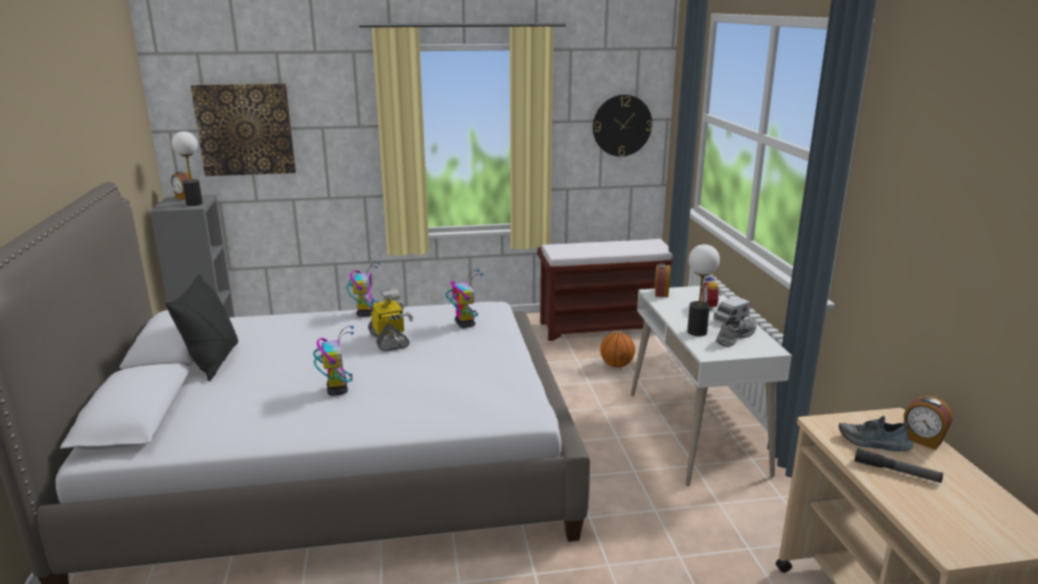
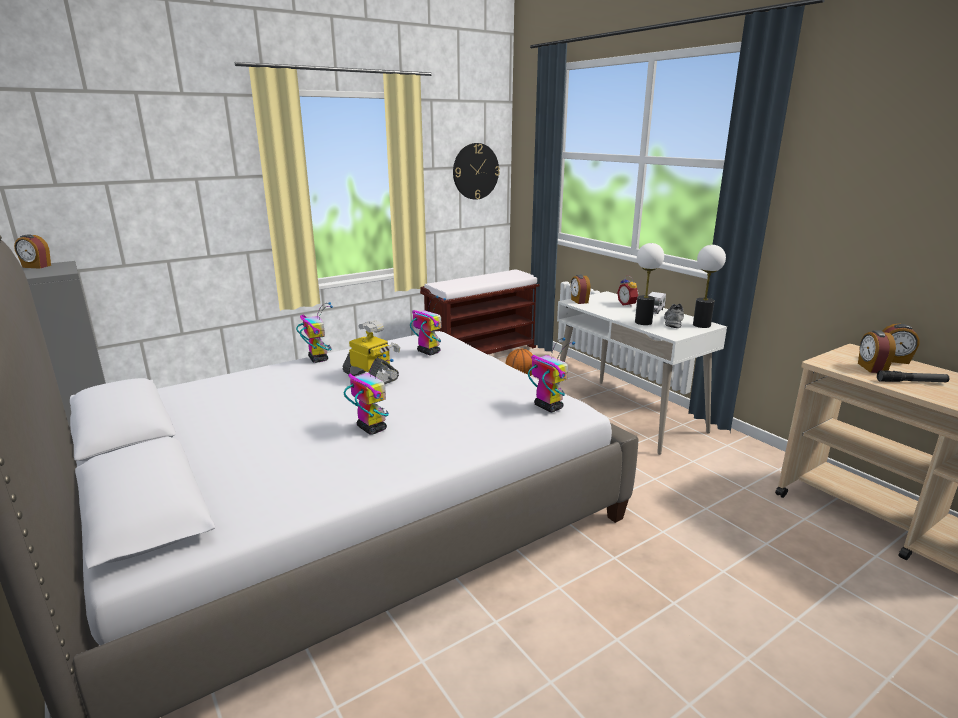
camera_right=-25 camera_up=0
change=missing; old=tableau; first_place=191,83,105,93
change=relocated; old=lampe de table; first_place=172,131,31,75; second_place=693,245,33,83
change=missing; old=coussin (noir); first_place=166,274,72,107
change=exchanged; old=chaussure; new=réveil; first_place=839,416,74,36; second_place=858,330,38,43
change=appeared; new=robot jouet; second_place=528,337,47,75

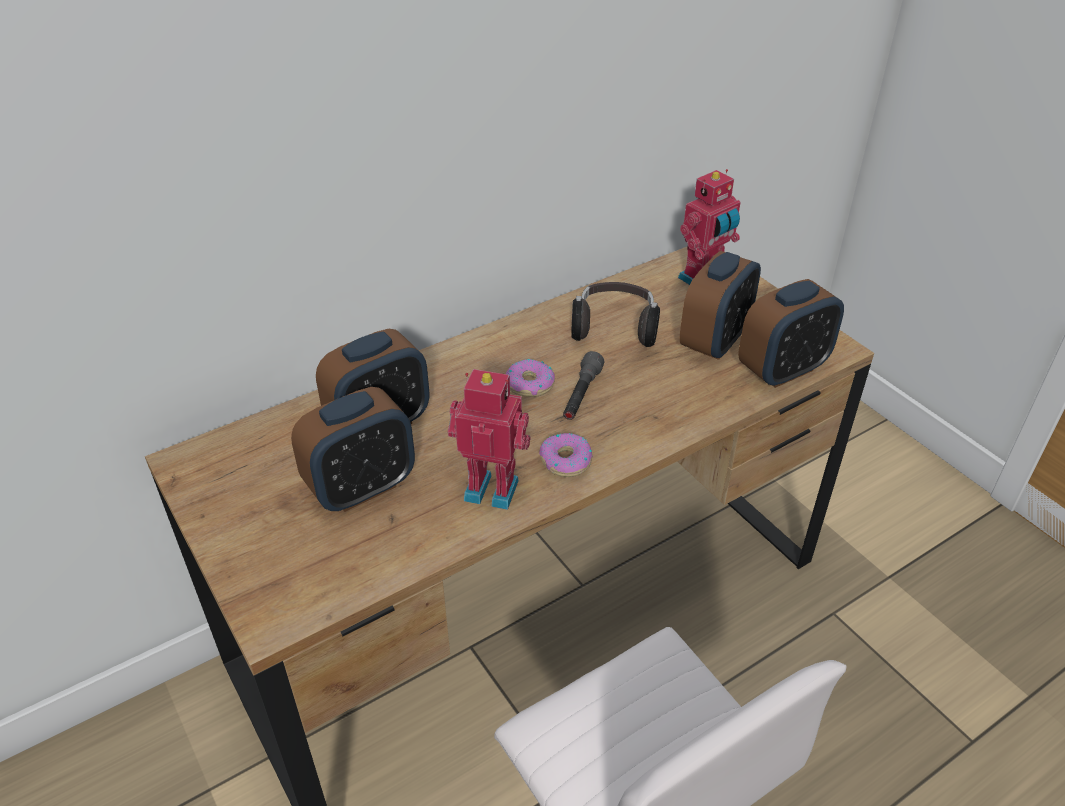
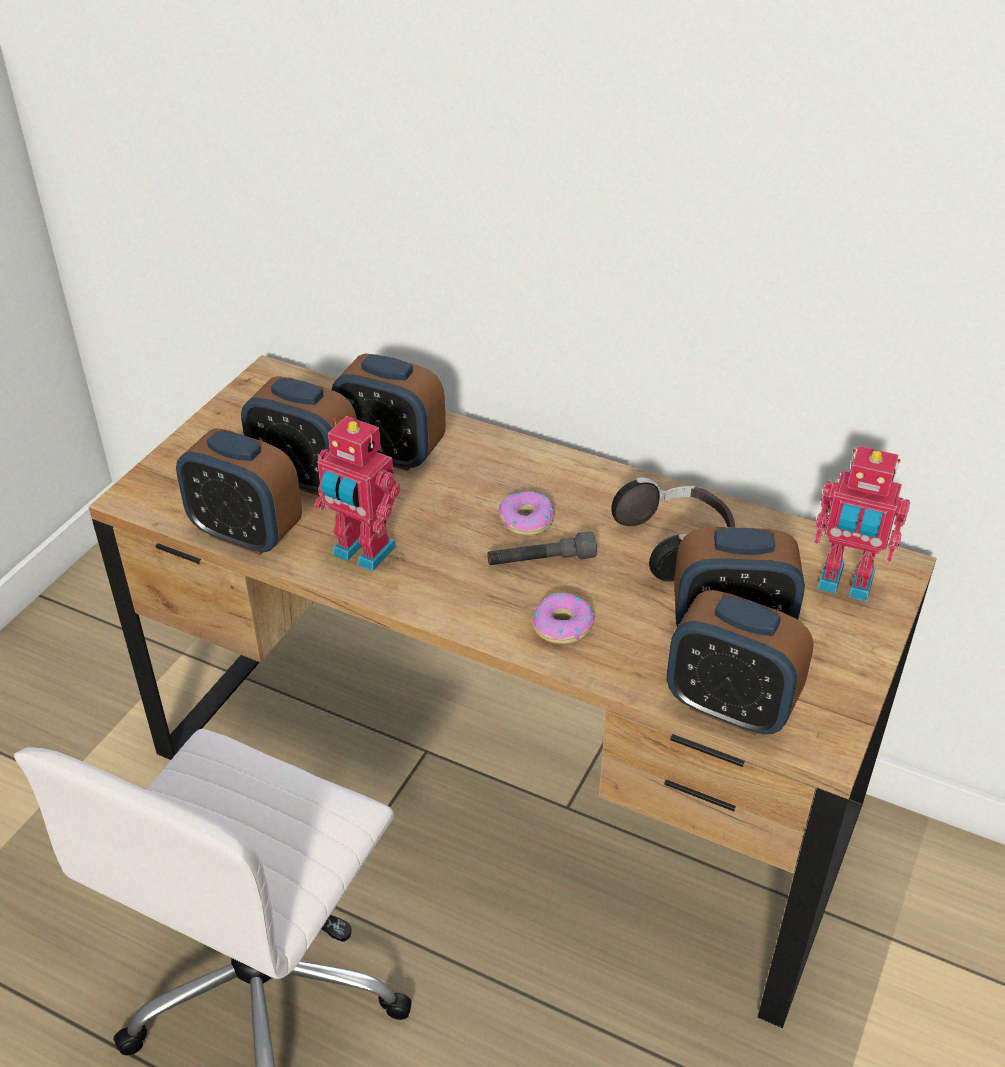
camera_right=60 camera_up=0
change=spun; old=robot jouet; first_place=448,369,83,141; second_place=315,416,85,155; degrees=135
change=relocated; old=beignet; first_place=539,433,54,44; second_place=533,593,62,51
change=appeared; new=réveil; second_place=176,428,126,127

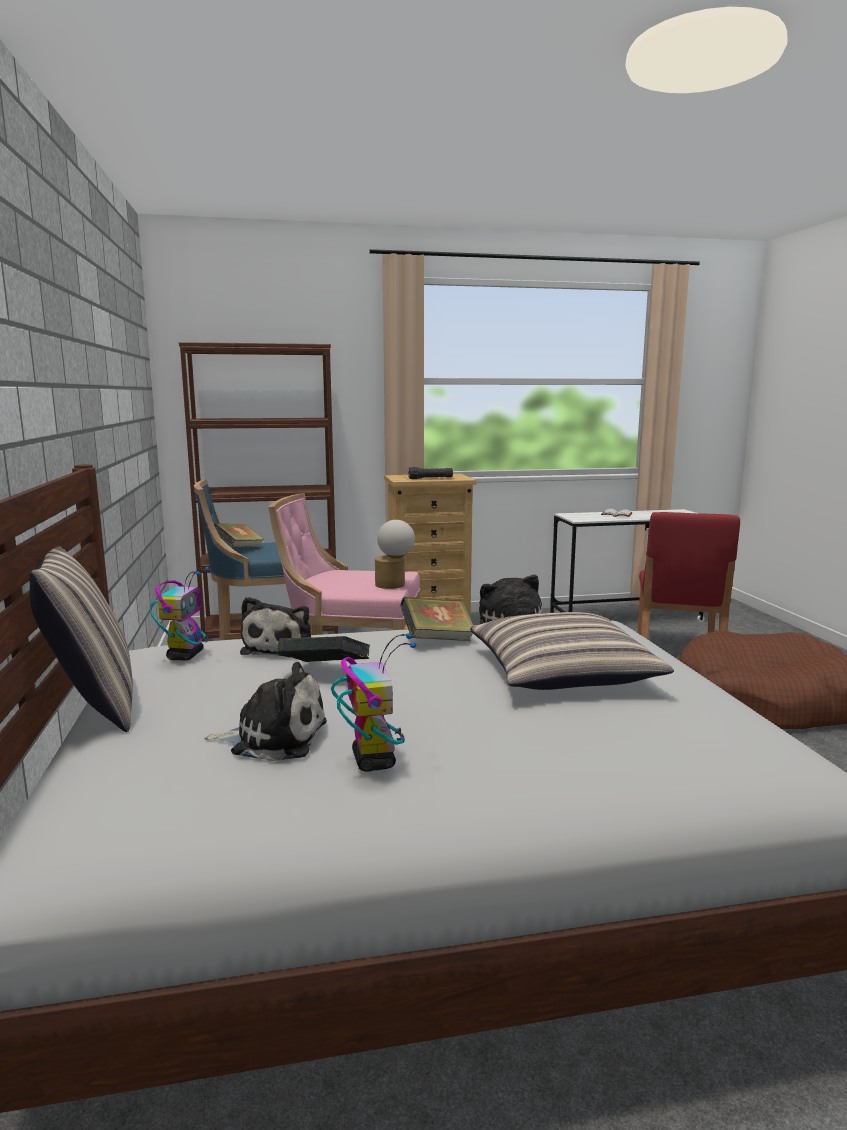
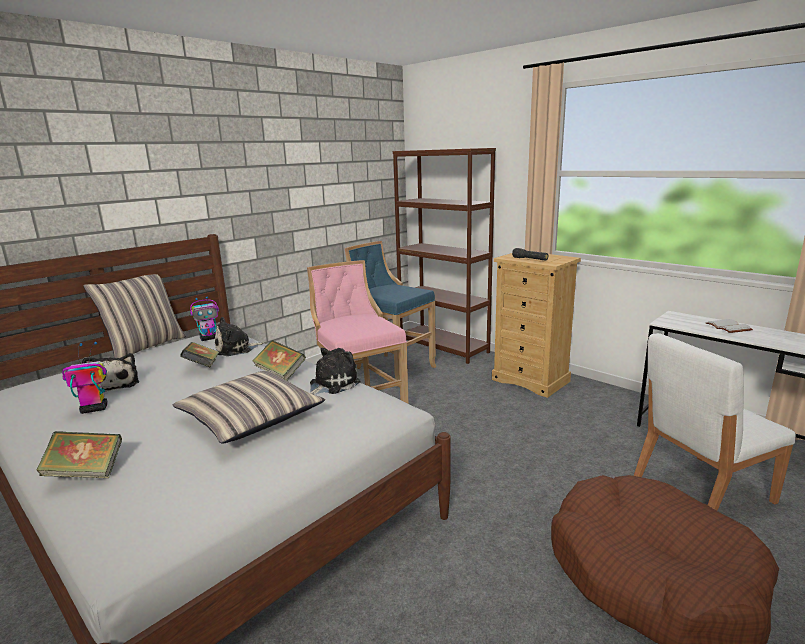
camera_right=55 camera_up=5
change=colour; old=chaise (rouge); new=chaise (blanc); first_place=637,512,103,127; second_place=634,333,162,178
change=missing; old=lampe de table; first_place=375,520,40,69
change=relocated; old=livre; first_place=214,523,50,24; second_place=36,431,86,47
change=spun; old=robot jouet; first_place=331,633,86,138; second_place=62,342,46,72; degrees=-150

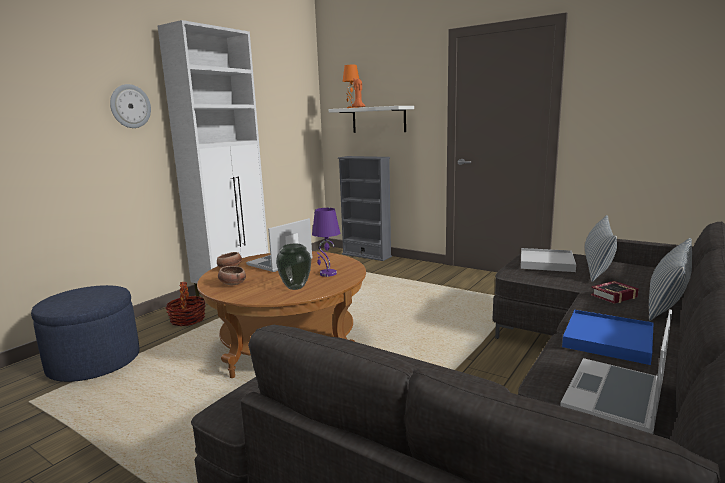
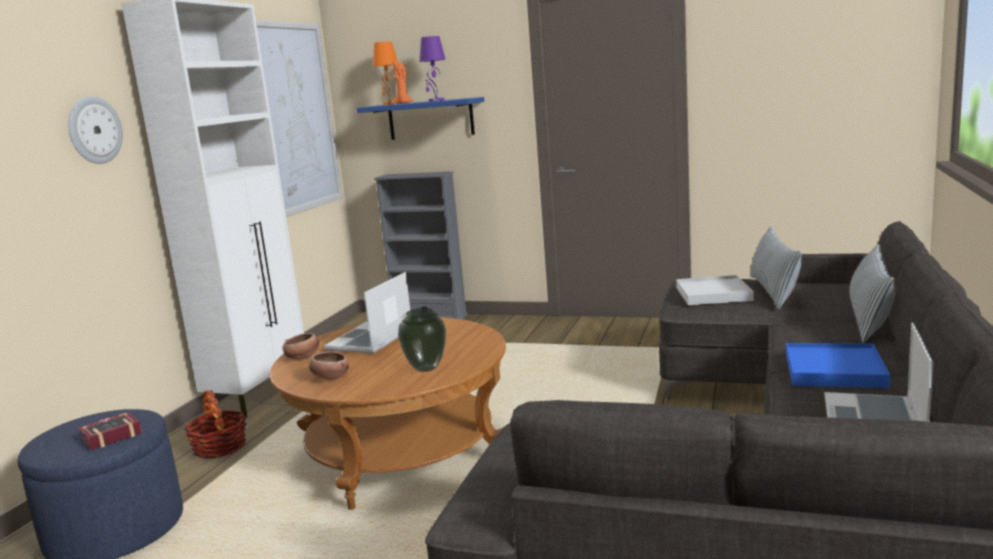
camera_right=-15 camera_up=0
change=colour; old=étagère (blanc); new=étagère (bleu); first_place=329,106,85,27; second_place=356,97,128,43
change=relocated; old=lampe de table (violet); first_place=312,208,28,69; second_place=419,36,27,66
change=relocated; old=livre; first_place=590,281,49,23; second_place=78,412,64,38
change=appeared; new=tableau; second_place=256,20,87,197

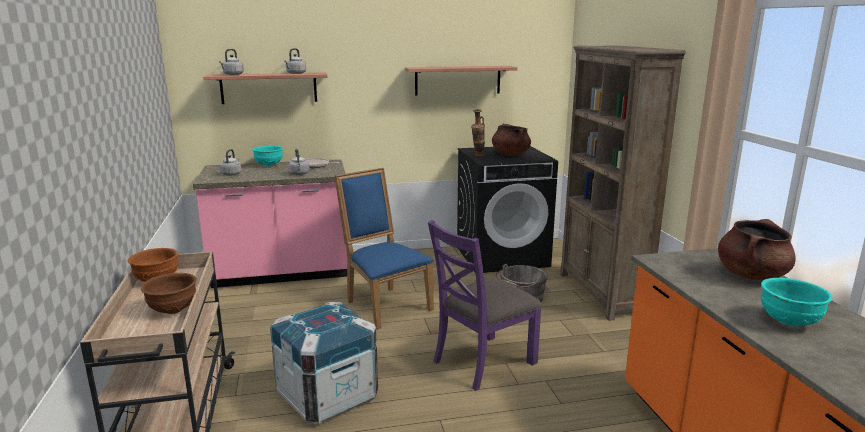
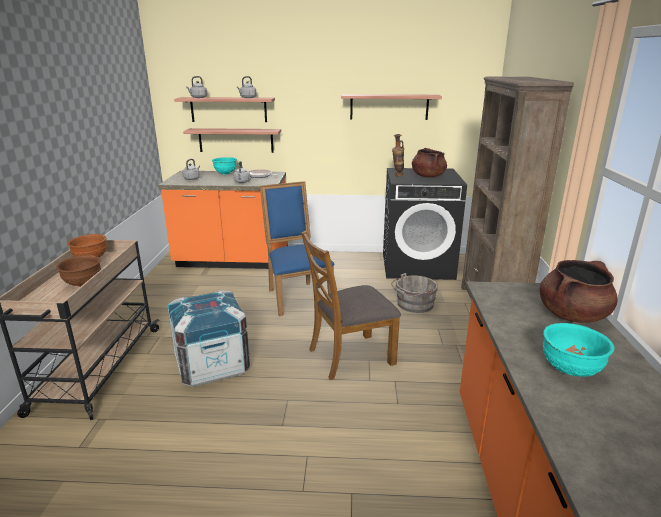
camera_right=15 camera_up=5
change=colour; old=comptoir de cuisine (rose); new=comptoir de cuisine (orange); first_place=193,159,154,129; second_place=158,171,130,98
change=colour; old=chaise (violet); new=chaise (marron); first_place=428,220,114,171; second_place=301,231,100,149
change=appeared; new=étagère; second_place=183,128,98,25

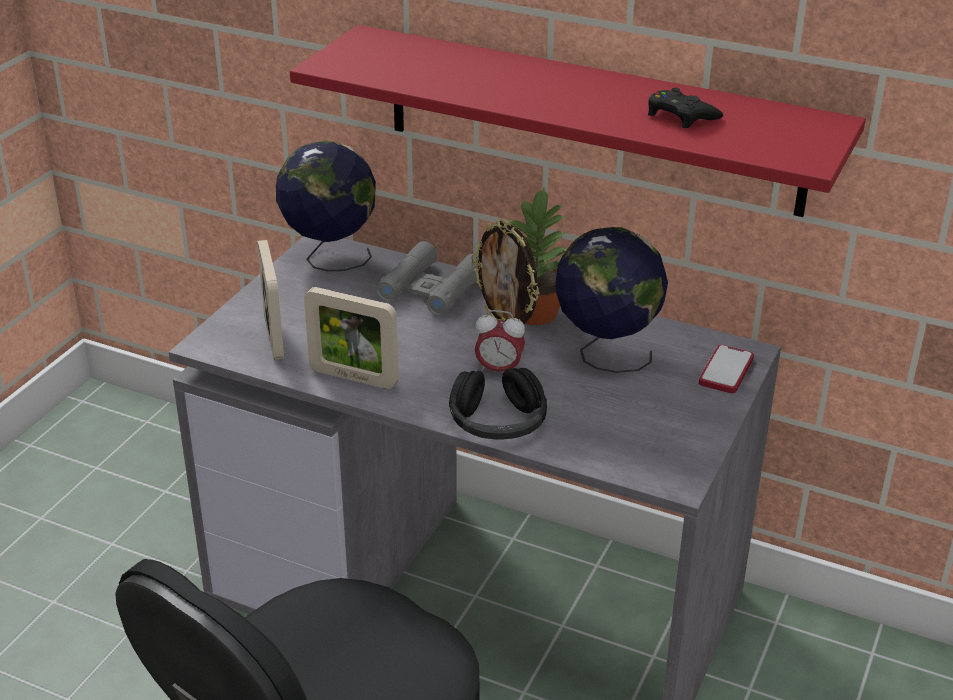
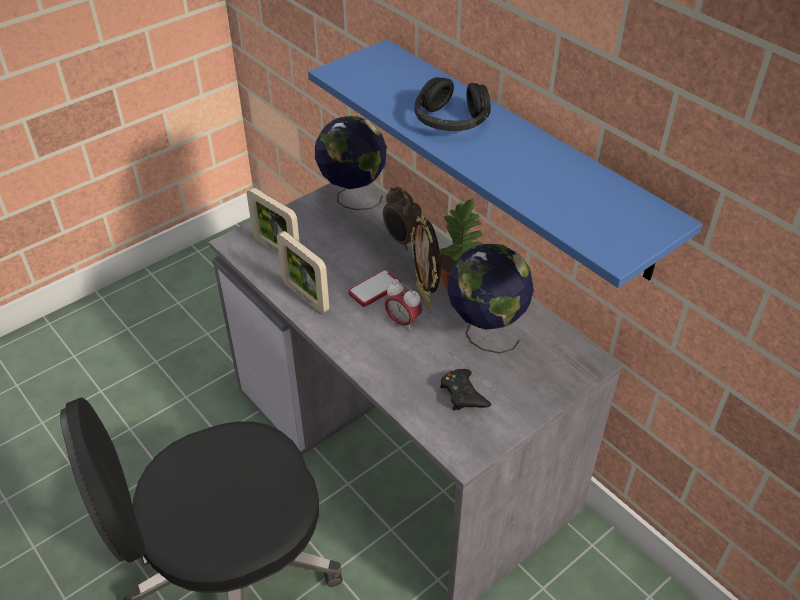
camera_right=25 camera_up=10
change=colour; old=étagère (rouge); new=étagère (bleu); first_place=290,25,576,192; second_place=308,39,395,249
change=relocated; old=manette (noir); first_place=648,88,75,40; second_place=440,369,51,42
change=spun; old=cadre photo; first_place=257,240,27,120; second_place=247,188,53,66; degrees=120
change=exchanged; old=jumelles (gris); new=réveil; first_place=376,241,102,74; second_place=383,187,39,63
change=relocated; old=téléphone; first_place=699,345,55,48; second_place=348,270,53,37
change=relocated; old=casque audio (noir); first_place=449,368,98,71; second_place=415,77,76,54

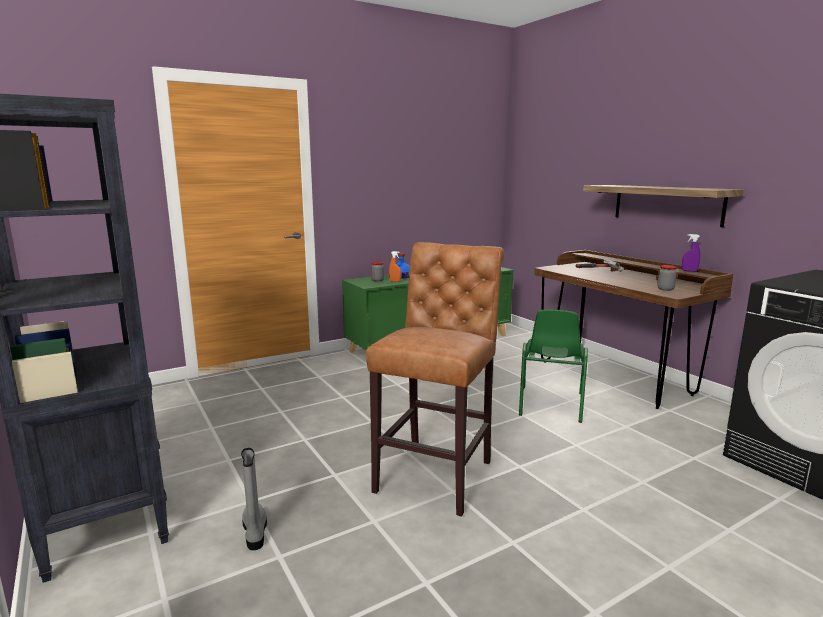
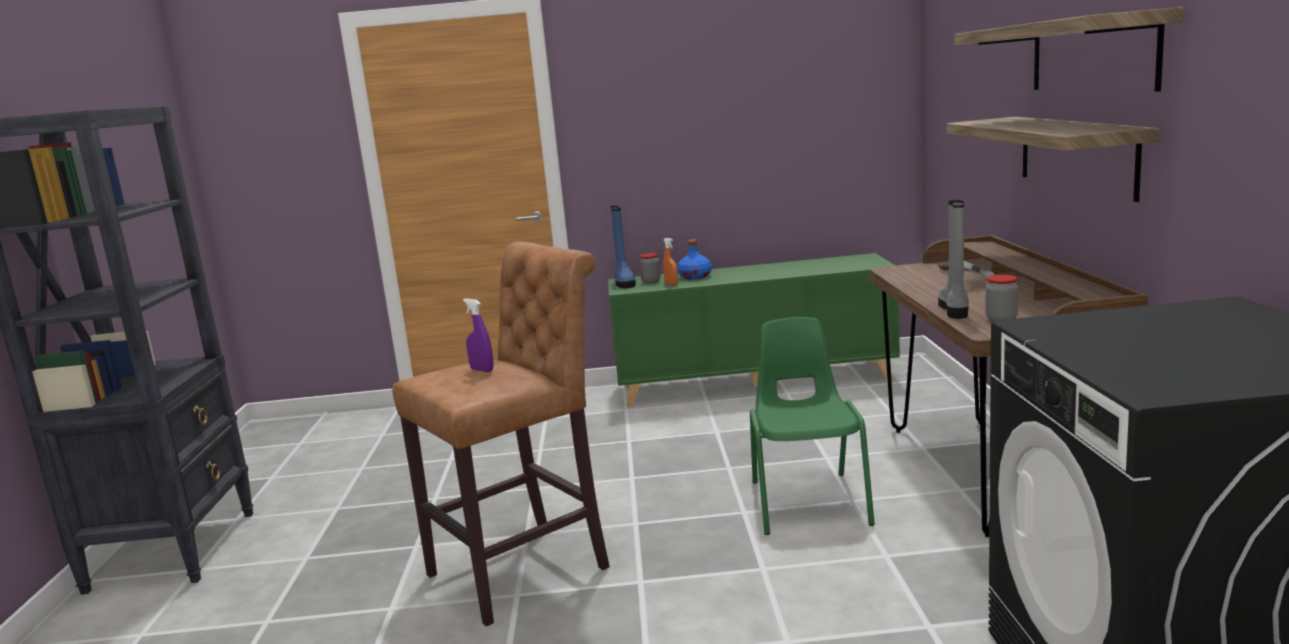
camera_right=30 camera_up=0
change=relocated; old=vaporisateur (violet); first_place=682,234,18,37; second_place=463,298,31,74
change=spun; old=chaise (vert); first_place=519,309,69,114; second_place=750,317,125,218; degrees=135
change=relocated; old=botte (gris); first_place=241,448,26,102; second_place=938,200,31,119
change=appeared; new=étagère; second_place=954,7,229,85
change=appeared; new=botte (bleu); second_place=611,206,25,82

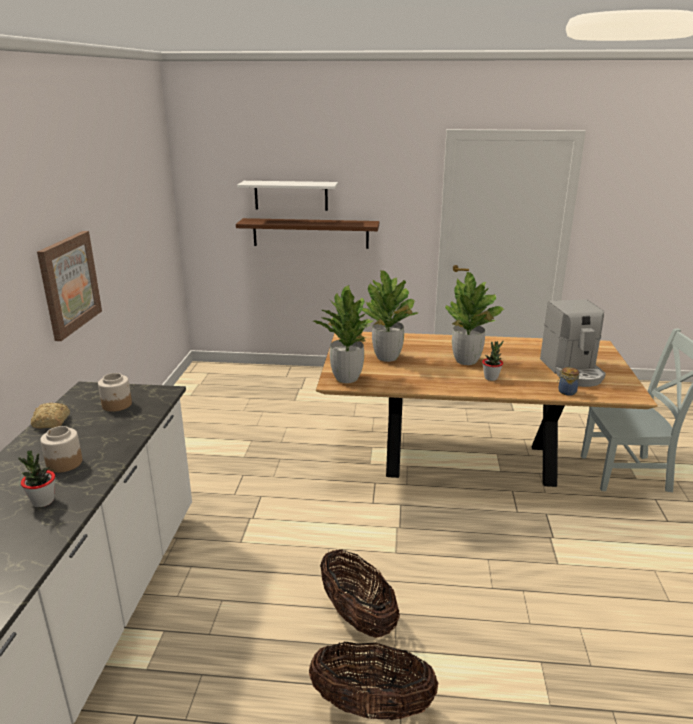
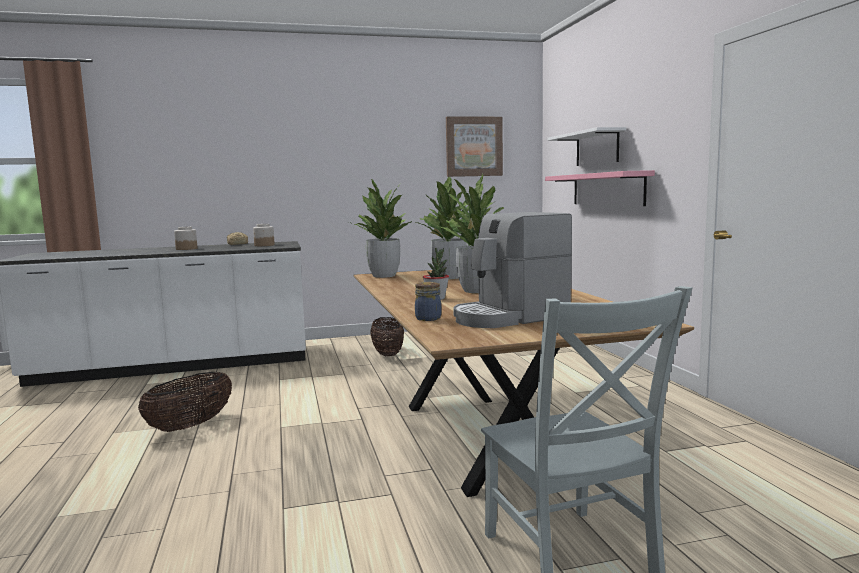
camera_right=70 camera_up=-15
change=colour; old=étagère (marron); new=étagère (rose); first_place=236,218,143,31; second_place=545,170,110,36
change=relocated; old=tableau; first_place=37,231,65,110; second_place=446,116,57,61
change=missing; old=plante en pot; first_place=18,450,37,57
change=relocated; old=panier; first_place=309,642,129,78; second_place=370,317,34,40

